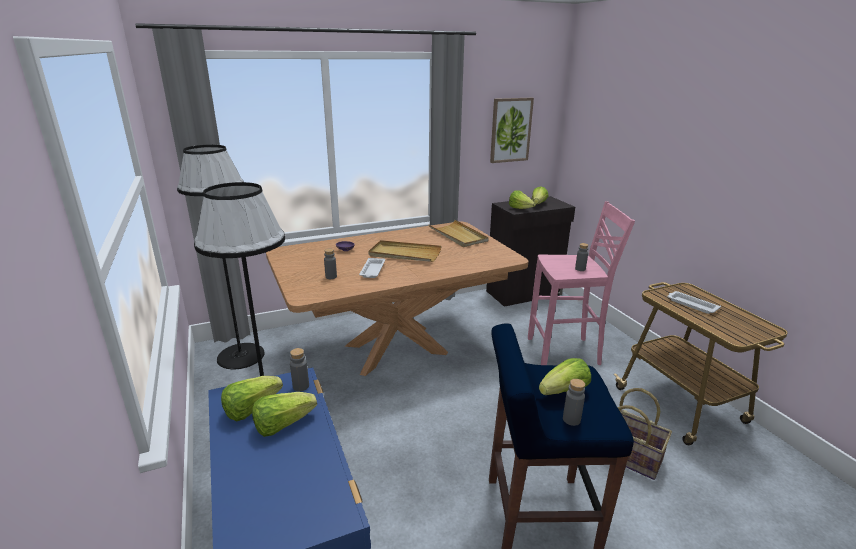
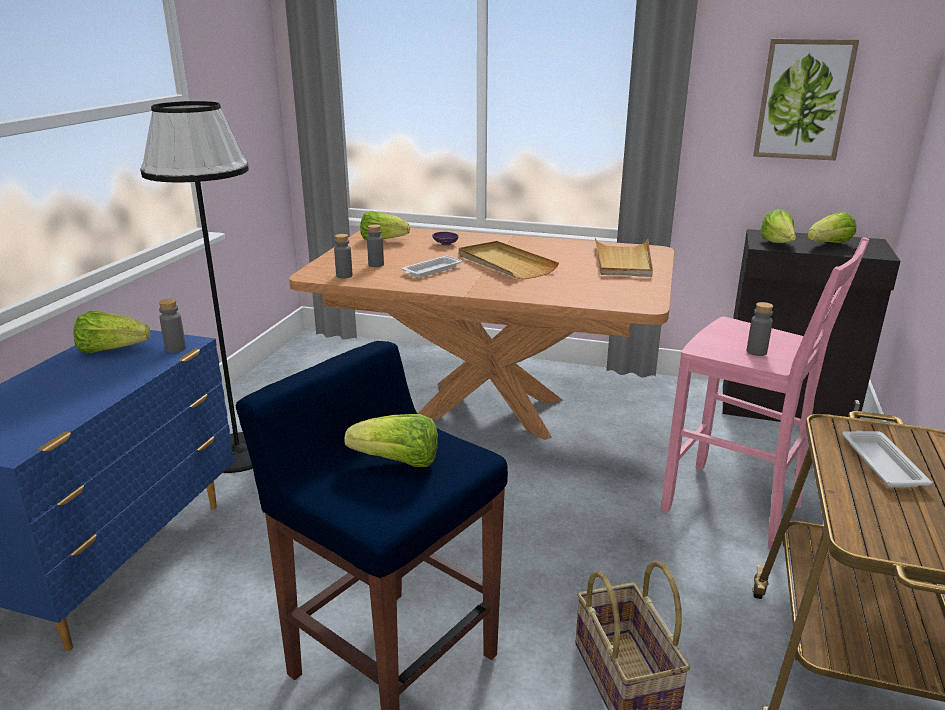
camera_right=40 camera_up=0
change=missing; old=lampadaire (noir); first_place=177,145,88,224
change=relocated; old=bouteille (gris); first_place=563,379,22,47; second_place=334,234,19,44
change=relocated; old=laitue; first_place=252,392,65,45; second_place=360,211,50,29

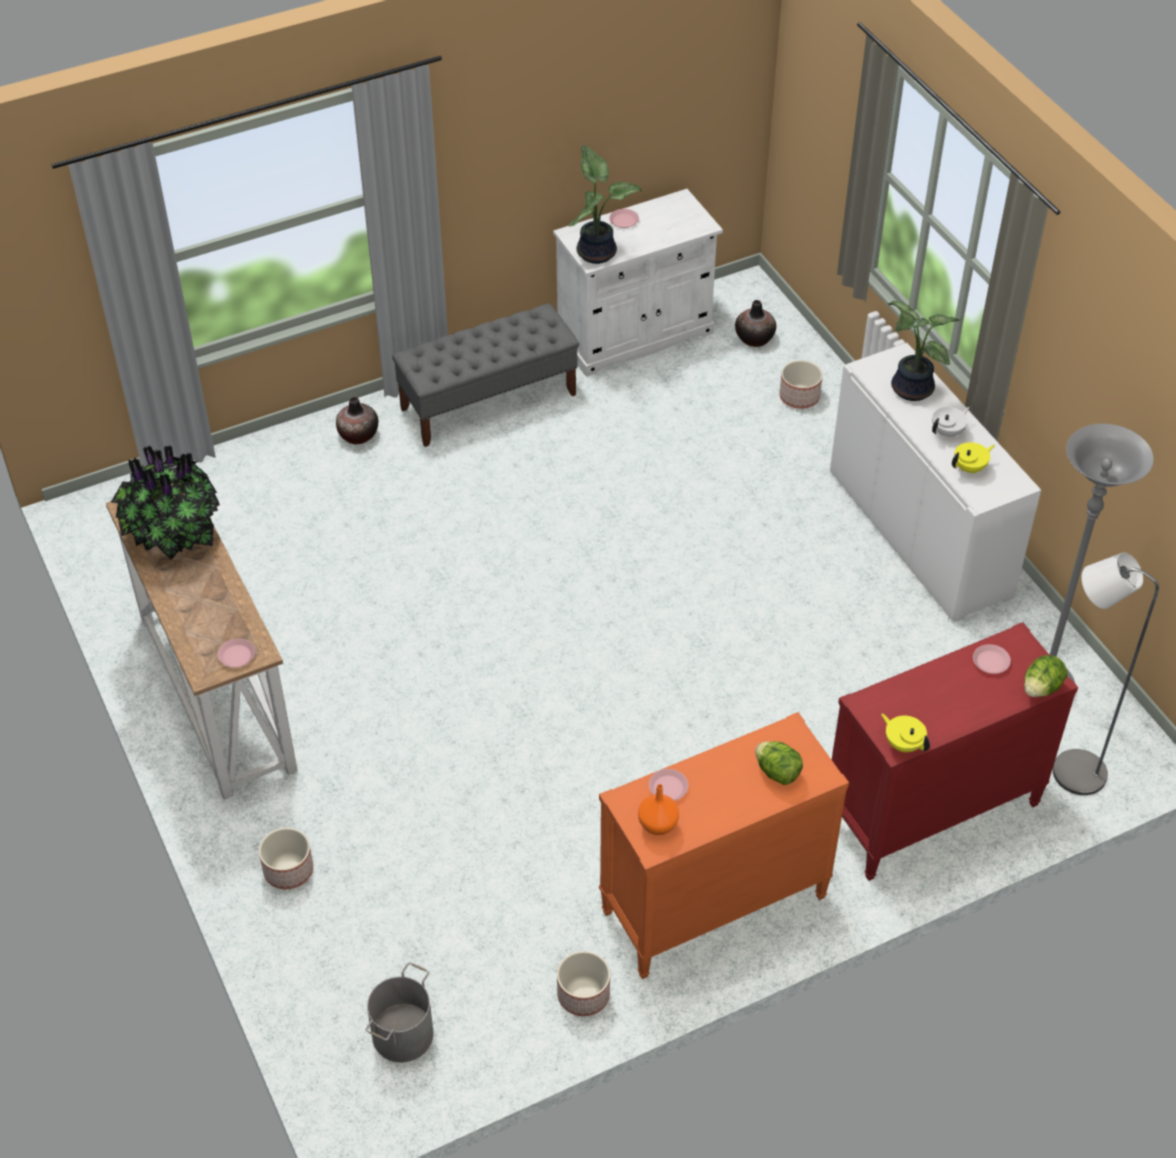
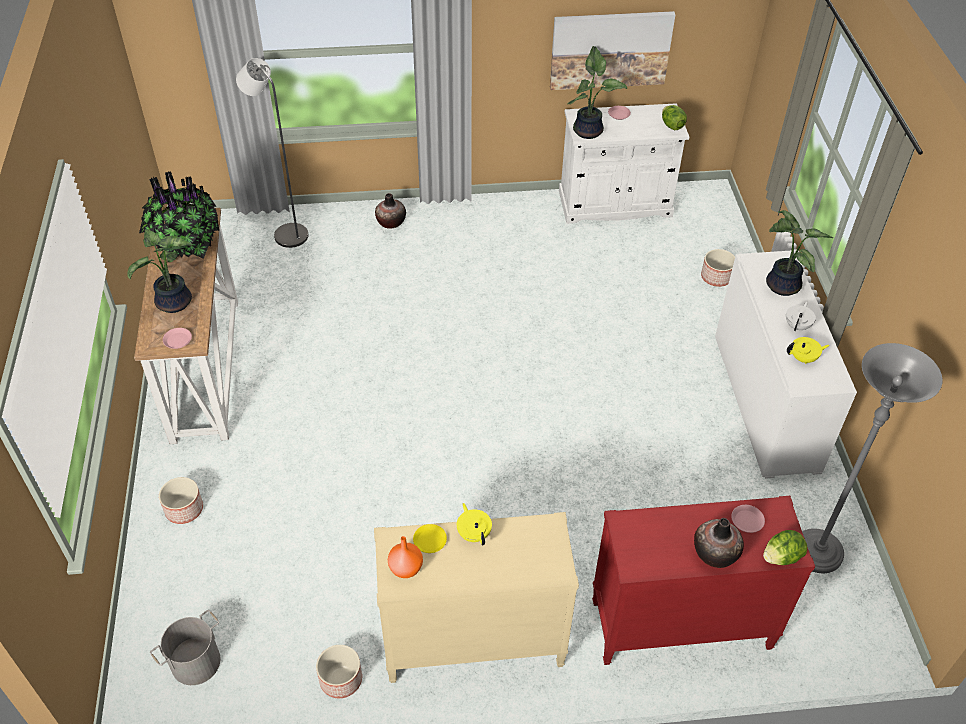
camera_right=20 camera_up=0
change=relocated; old=vase; first_place=735,300,41,47; second_place=694,518,50,50
change=missing; old=banc (gris); first_place=392,303,187,144
change=spun; old=théière (blanc); first_place=932,407,38,31; second_place=786,301,30,30; degrees=-45
change=relocated; old=lampadaire (gris); first_place=1053,553,106,242; second_place=236,58,72,190
change=colour; old=commode (orange); new=commode (beige); first_place=599,712,250,267; second_place=374,512,205,171
change=relocated; old=théière (jaune); first_place=881,713,49,39; second_place=457,503,35,42
change=relocated; old=laitue; first_place=755,741,48,44; second_place=662,105,25,25
change=colour; old=assiette (rose); new=assiette (jaune); first_place=649,769,39,32; second_place=413,524,34,29
change=appeared; new=tableau; second_place=550,11,125,79
change=appeared; new=plante en pot; second_place=127,229,66,84

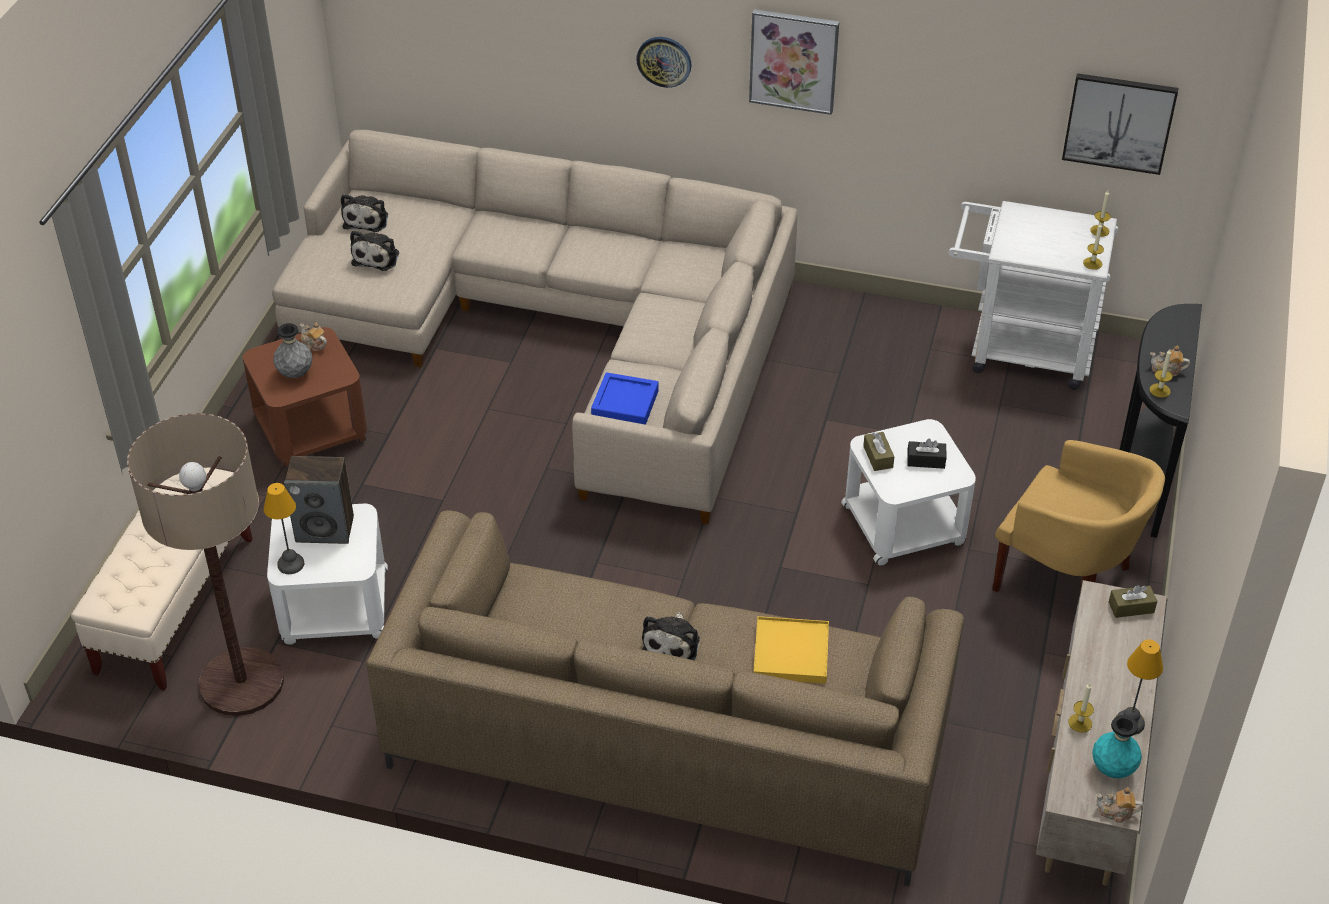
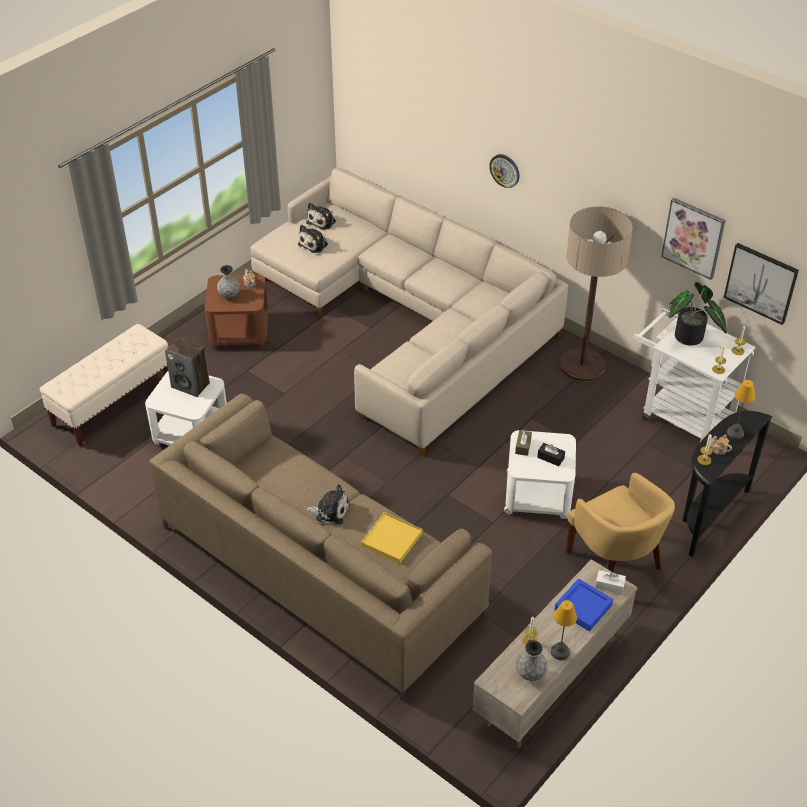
camera_right=25 camera_up=0
change=relocated; old=tableau; first_place=749,9,90,106; second_place=661,198,65,82
change=relocated; old=plateau (bleu); first_place=591,372,68,53; second_place=555,579,58,52
change=relocated; old=lampadaire; first_place=127,413,157,303; second_place=560,207,73,175
change=relocated; old=lampe de table; first_place=264,483,40,91; second_place=727,380,28,60
change=colour; old=boîte à mouchoirs (marron); new=boîte à mouchoirs (blanc); first_place=1109,585,48,33; second_place=595,570,31,24
change=spun; old=peluche; first_place=642,612,58,48; second_place=305,484,45,41; degrees=-120
change=colour; old=vase (turquoise); new=vase (gris); first_place=1092,715,50,63; second_place=516,640,32,41
change=missing; old=théière; first_place=1096,787,47,36
change=appeared; new=plante en pot; second_place=669,282,58,64

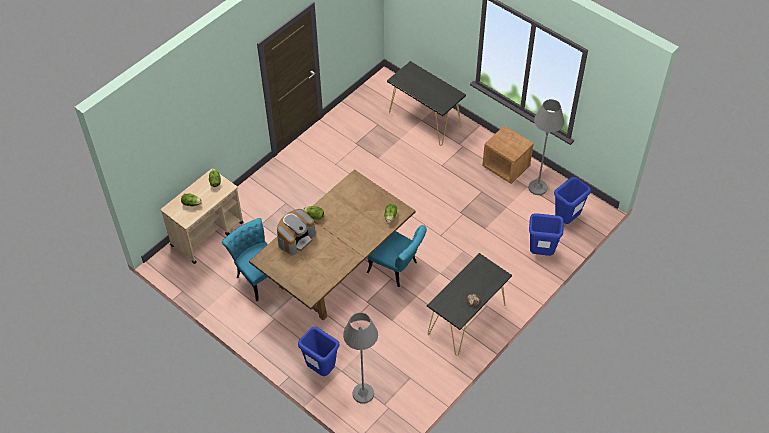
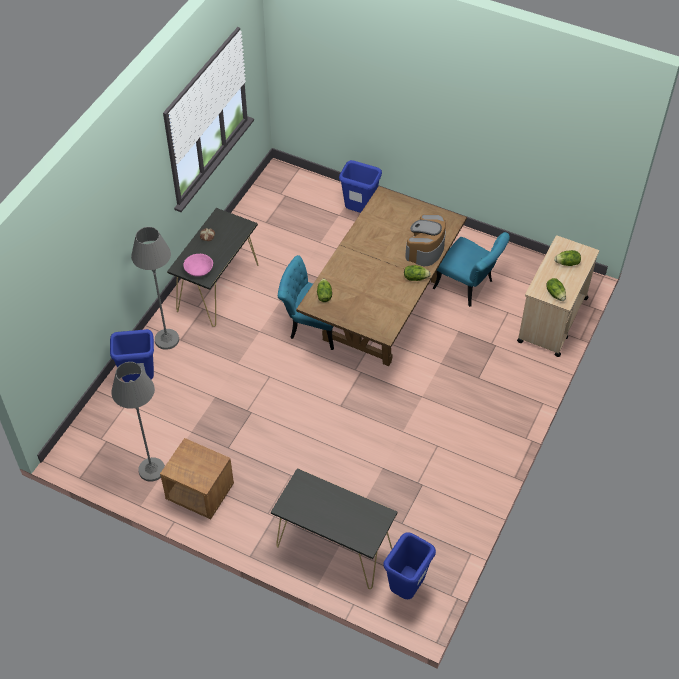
camera_right=165 camera_up=0
change=relocated; old=poubelle (bleu); first_place=554,177,37,47; second_place=383,532,53,67
change=relocated; old=lampadaire (gris); first_place=343,312,35,92; second_place=131,227,48,123
change=appeared; new=bol (rose); second_place=183,254,30,23

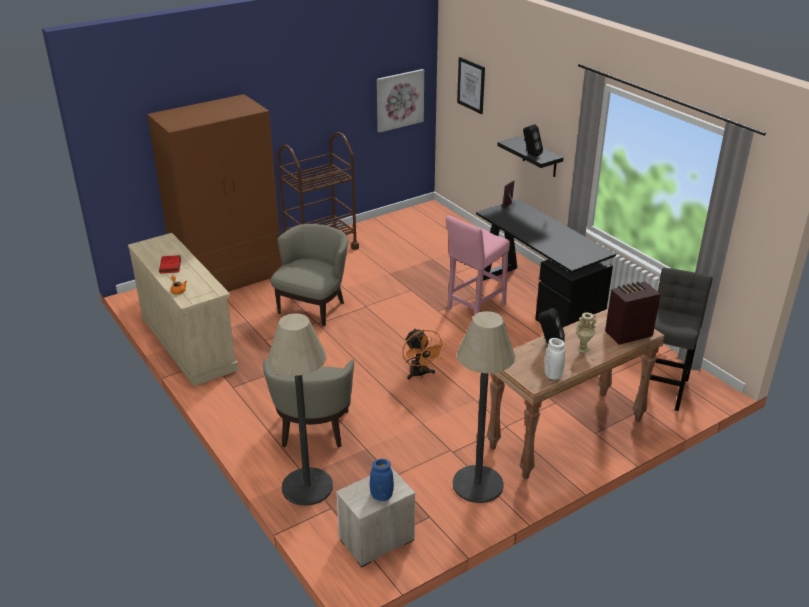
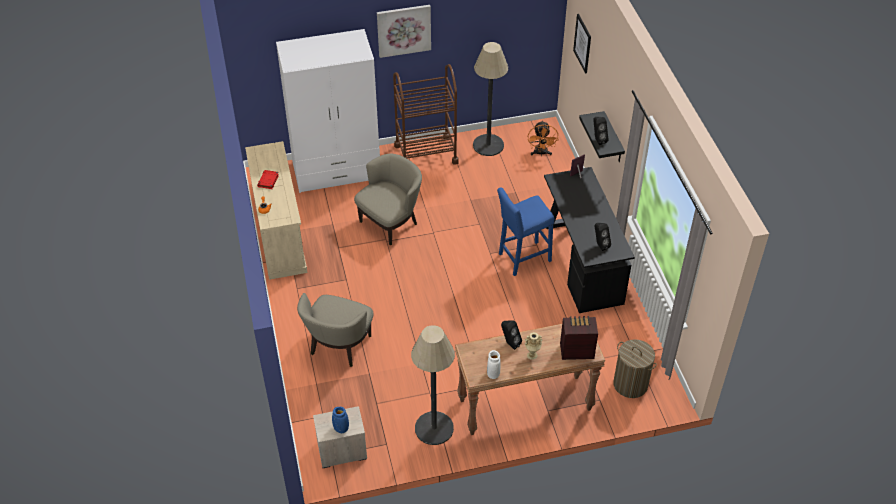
camera_right=20 camera_up=15
change=relocated; old=tableau; first_place=377,69,47,64; second_place=377,5,54,53
change=colour; old=armoire (marron); new=armoire (blanc); first_place=147,94,135,198; second_place=276,29,104,164
change=colour; old=tabouret (rose); new=tabouret (bleu); first_place=446,215,64,100; second_place=497,187,57,89
change=exchanged; old=tabouret (gris); new=panier à linge; first_place=650,268,62,143; second_place=613,339,44,59
change=relocated; old=lampadaire; first_place=268,313,65,193; second_place=473,42,35,114
change=relocated; old=ventilateur (orange); first_place=402,328,43,52; second_place=528,120,31,36
change=appeared; new=enceinte (noir); second_place=595,223,16,28

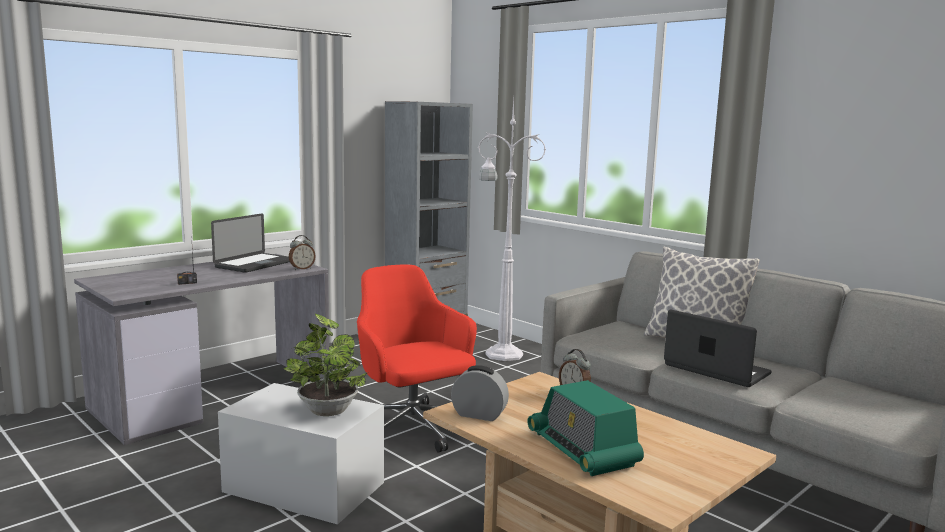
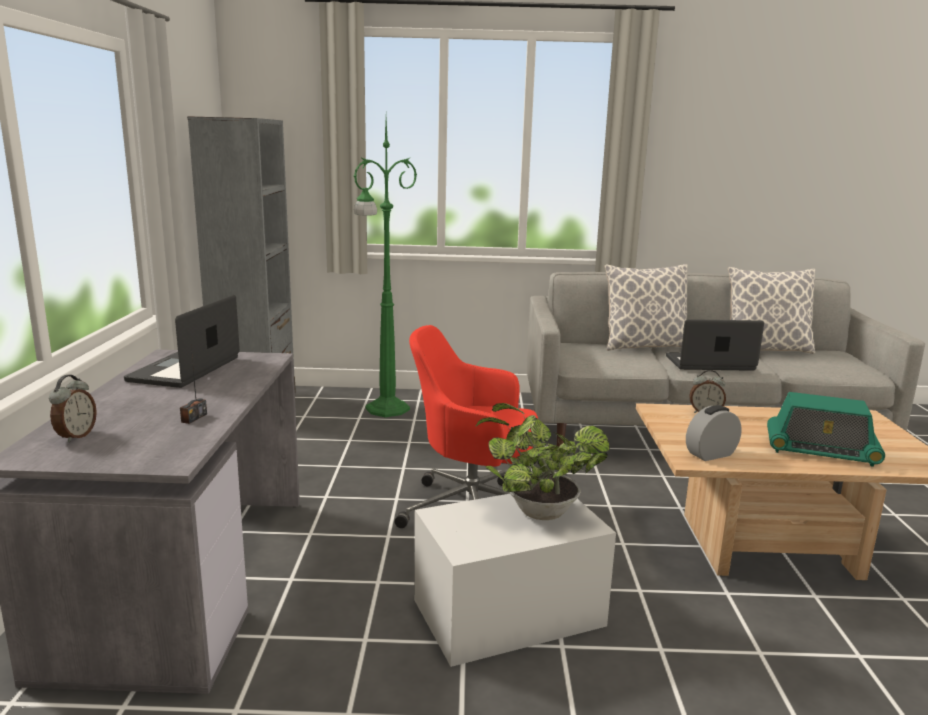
camera_right=-45 camera_up=5
change=colour; old=lampadaire (blanc); new=lampadaire (vert); first_place=478,99,68,262; second_place=354,119,63,298
change=spun; old=ordinateur portable; first_place=211,214,79,59; second_place=124,295,116,93; degrees=-150
change=relocated; old=réveil; first_place=289,235,27,35; second_place=49,375,48,68
change=appeared; new=coussin; second_place=728,267,87,87

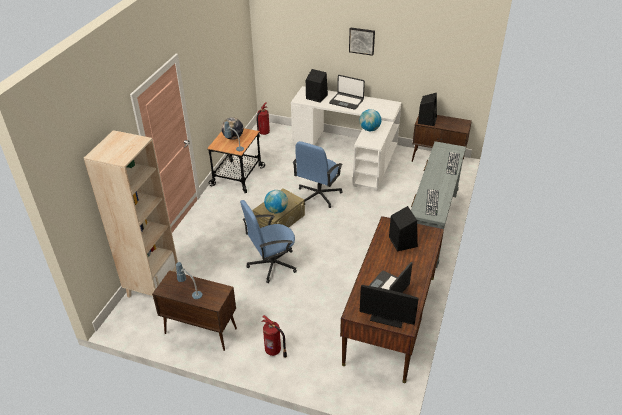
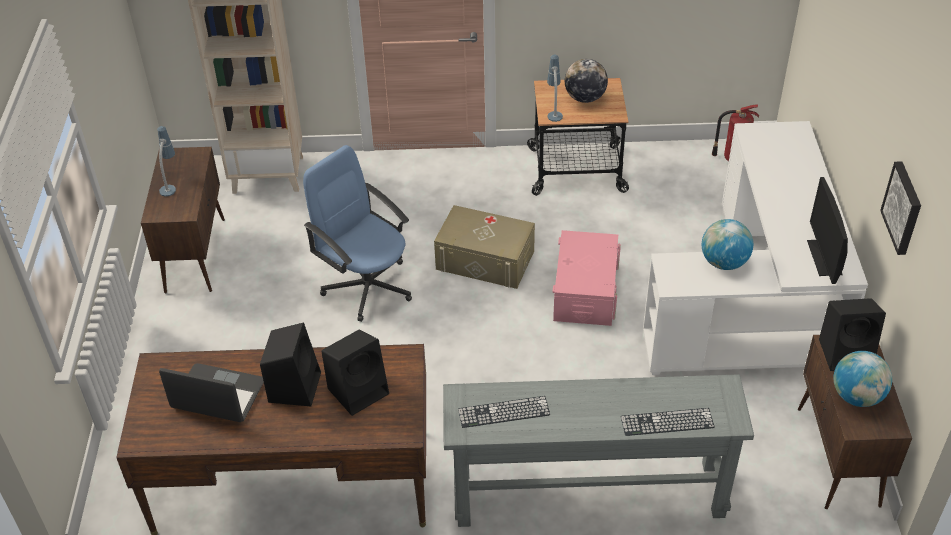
camera_right=70 camera_up=5
change=relocated; old=tableau; first_place=349,27,26,29; second_place=880,161,41,94
change=relocated; old=enceinte (noir); first_place=306,69,22,34; second_place=260,322,61,84
change=missing; old=ordinateur portable; first_place=329,75,36,35
change=exchanged; old=chaise de bureau (bleu); new=boîte de rangement (rose); first_place=293,141,49,67; second_place=552,230,69,96
change=relocated; old=globe; first_place=264,190,24,23; second_place=834,351,58,56
change=relocated; old=écran d'ordinateur; first_place=359,285,59,43; second_place=807,177,41,107
change=missing; old=extincteur; first_place=261,315,26,43

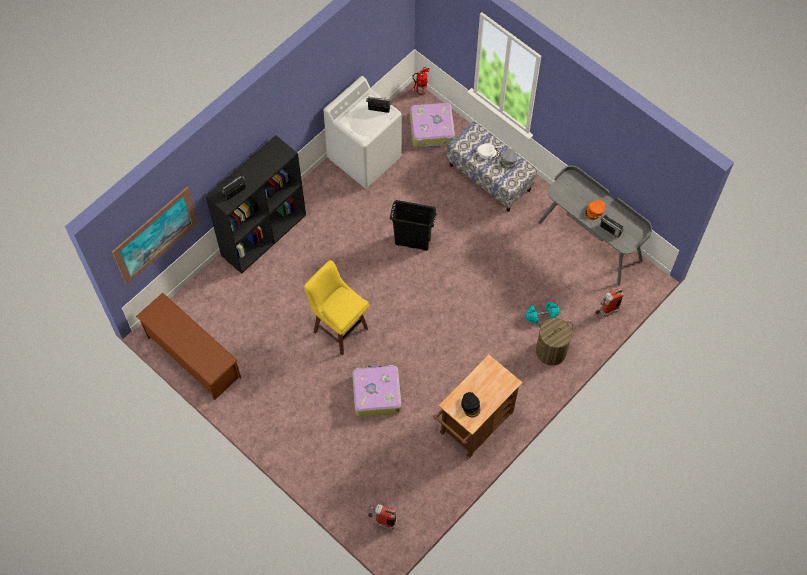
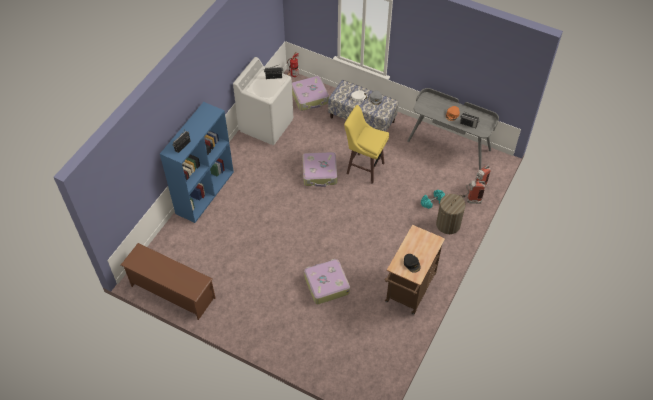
camera_right=-15 camera_up=-10
change=colour; old=bibliothèque (noir); new=bibliothèque (bleu); first_place=205,135,101,139; second_place=160,102,74,121
change=missing; old=tableau; first_place=112,186,86,99
change=exchanged; old=poubelle (noir); new=valise; first_place=389,200,48,51; second_place=302,152,36,35
change=relocated; old=tabouret (jaune); first_place=304,260,65,95; second_place=344,105,45,79
change=relocated; old=extincteur; first_place=368,504,29,26; second_place=462,180,24,24

